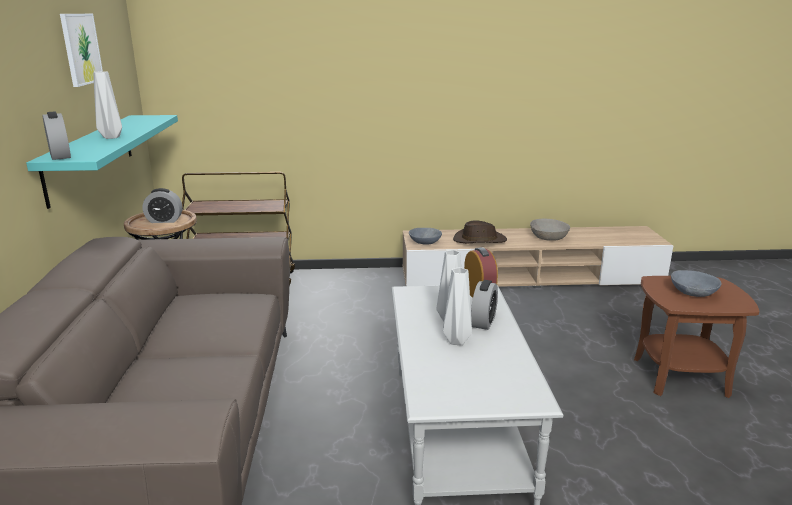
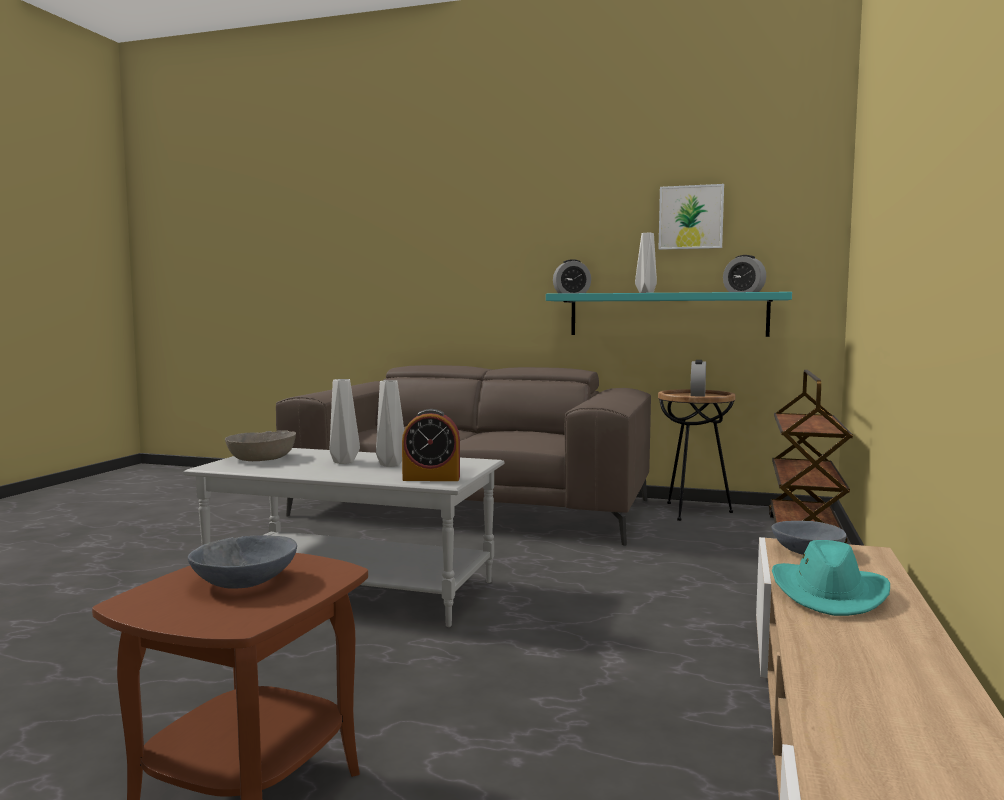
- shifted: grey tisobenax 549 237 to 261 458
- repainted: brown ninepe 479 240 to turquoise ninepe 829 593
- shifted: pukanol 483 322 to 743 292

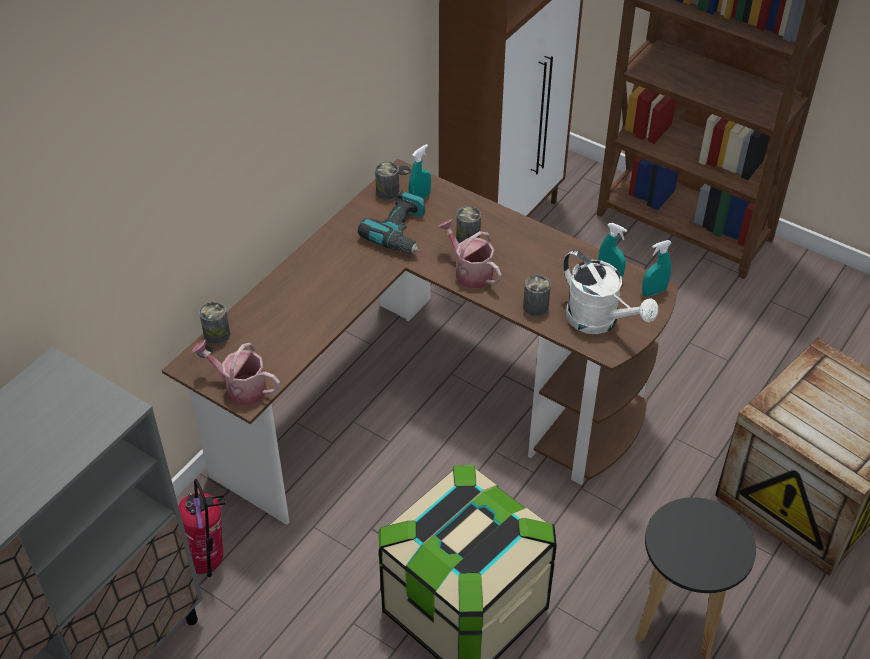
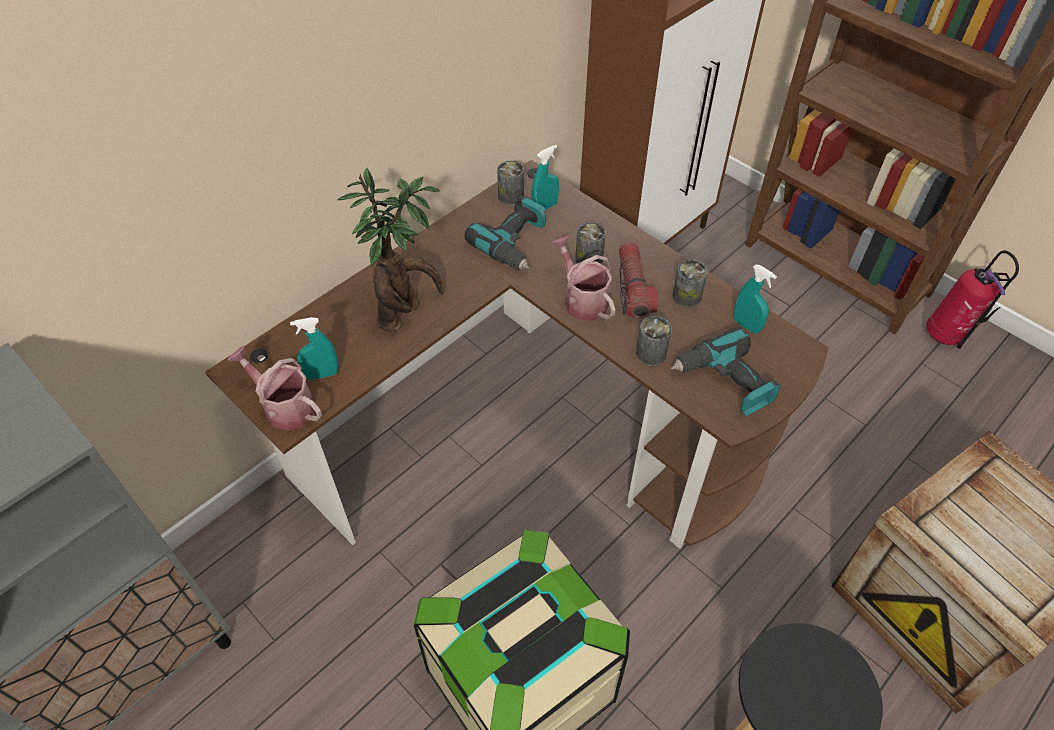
- shifted: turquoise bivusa 653 292 to 322 374
- swapped: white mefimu 599 321 to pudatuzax 725 382
- shifted: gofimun 217 335 to 686 297
- shifted: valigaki 207 561 to 946 337
- new: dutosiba 405 311
- new: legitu 633 288

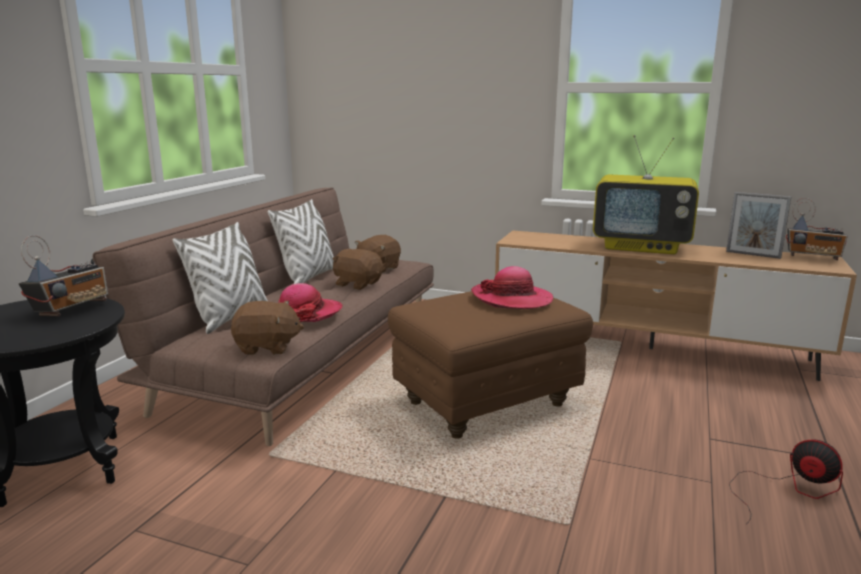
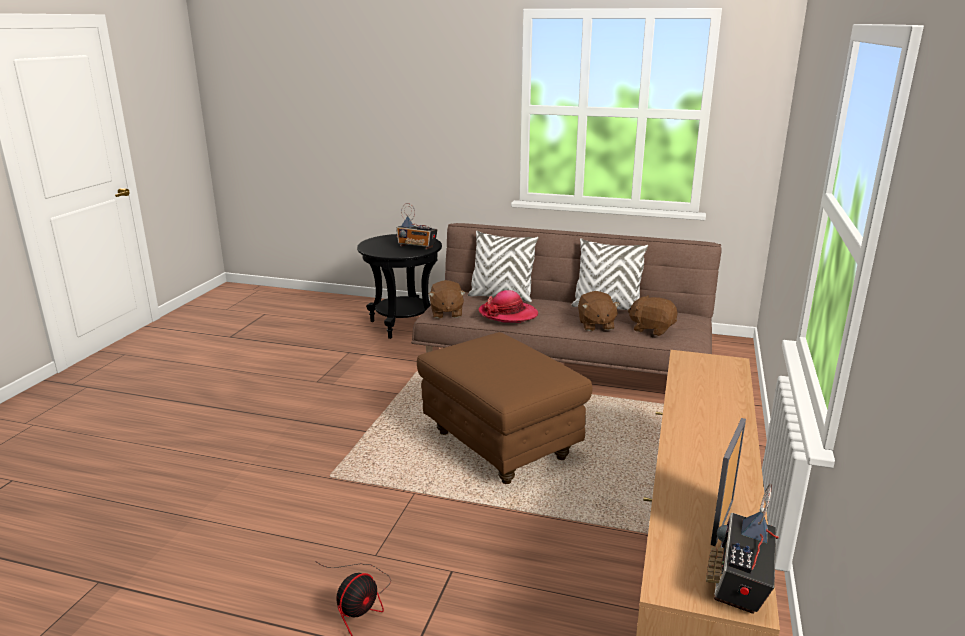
- gone: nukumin 642 247
- rotated: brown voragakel 357 284 = 595 325 150 degrees clockwise
- gone: ninepe 512 299

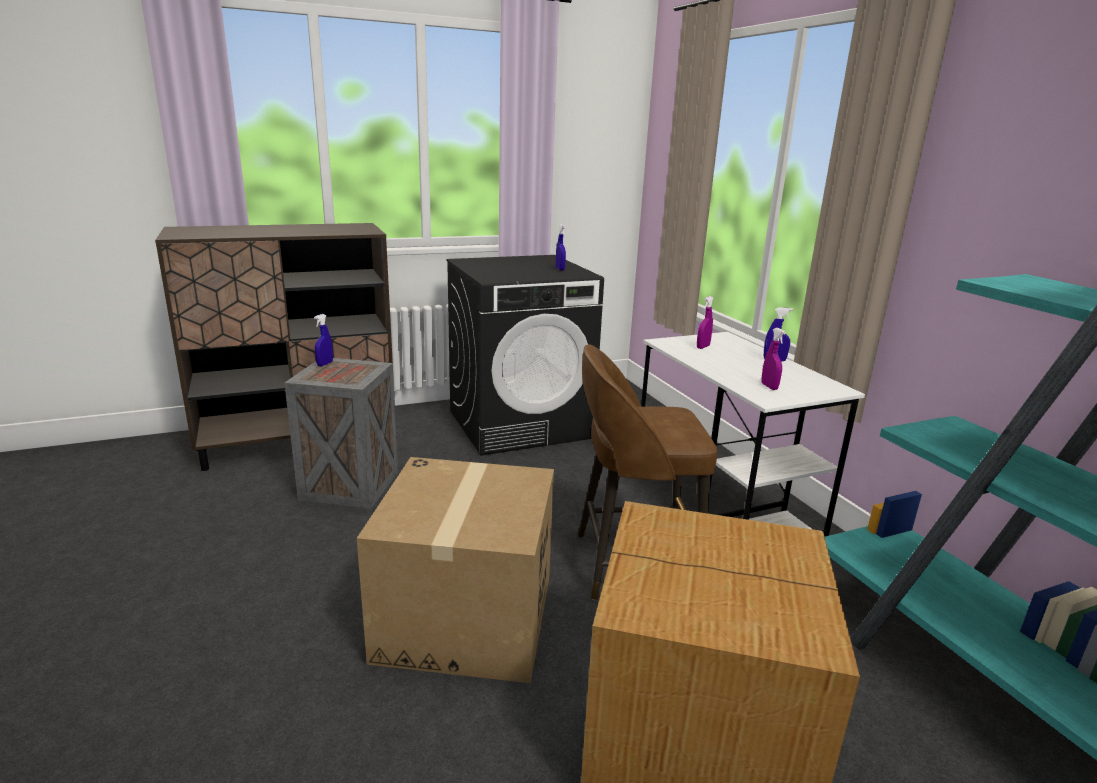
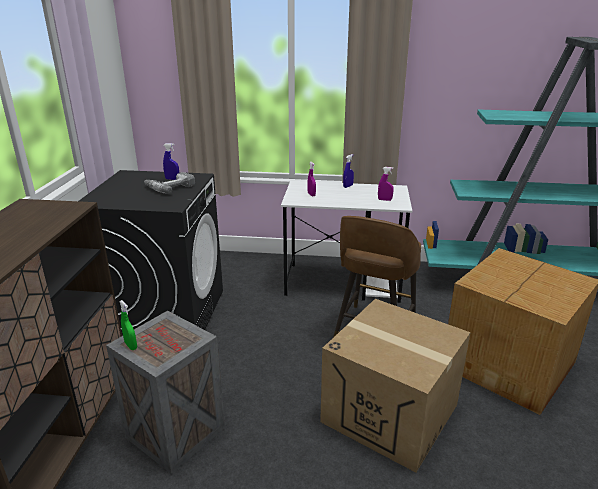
- repainted: blue bivusa 325 364 to green bivusa 131 346
- new: pudatuzax 169 187

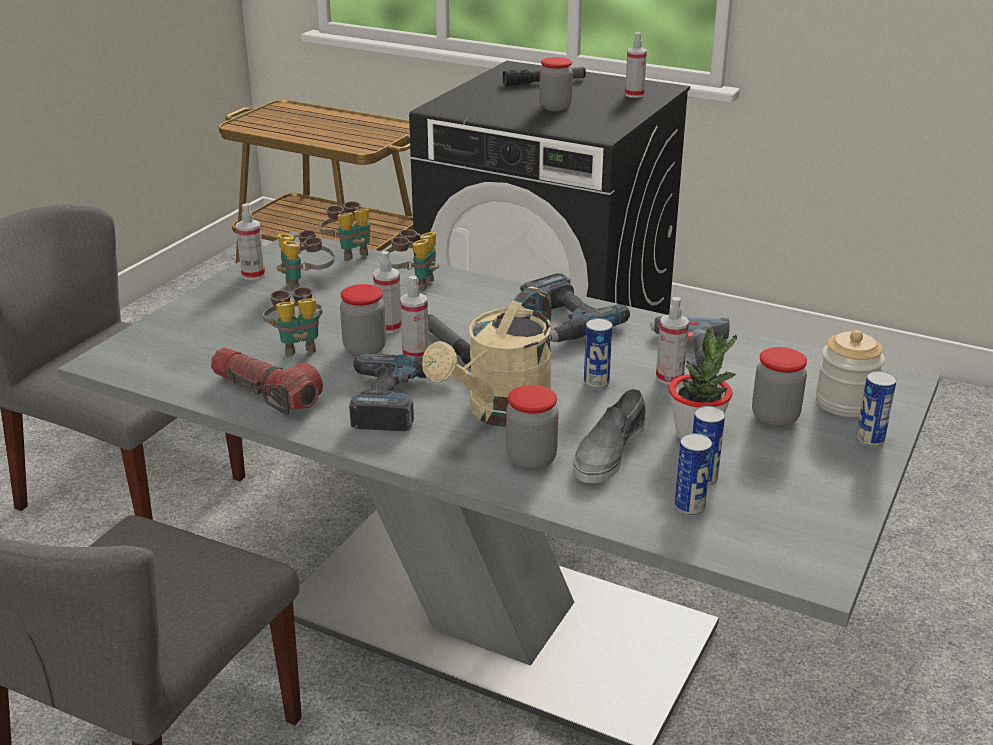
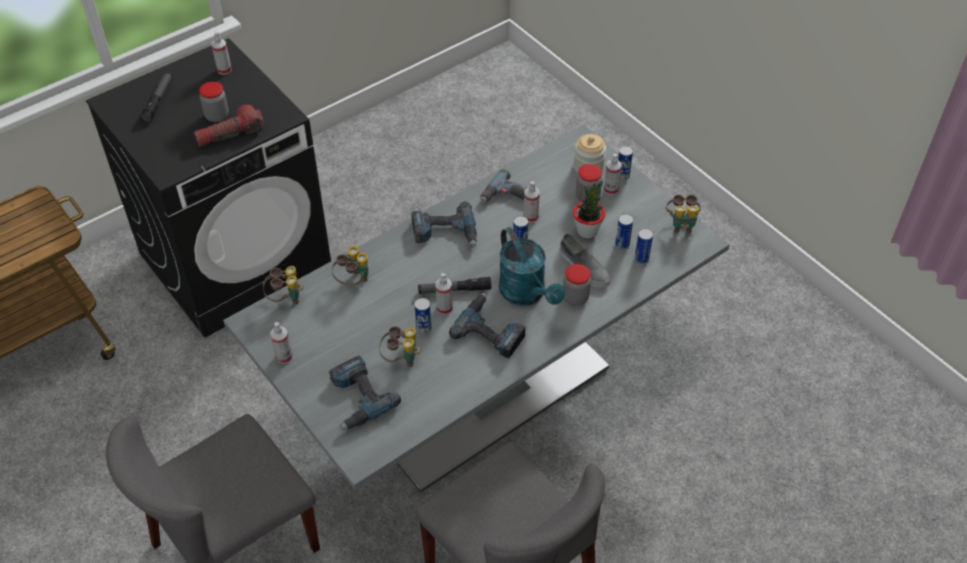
- shifted: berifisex 307 285 to 681 224
- shifted: bivusa 389 327 to 611 189
- swapped: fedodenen 365 349 to gofimun 423 328
- repainted: beige mefimu 500 413 to turquoise mefimu 527 294
- shifted: legitu 266 393 to 230 135
- new: pudatuzax 357 398

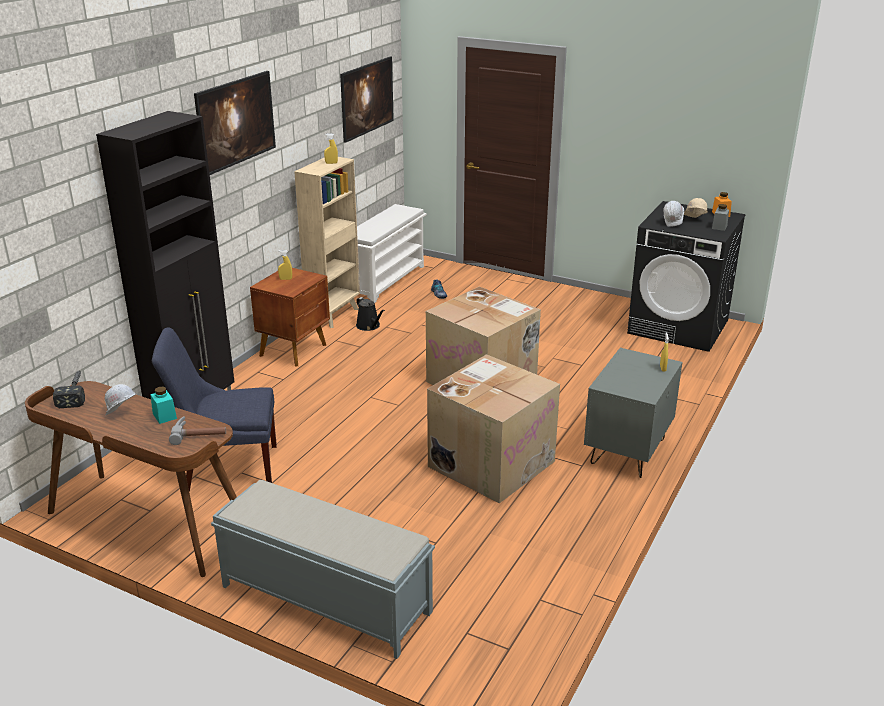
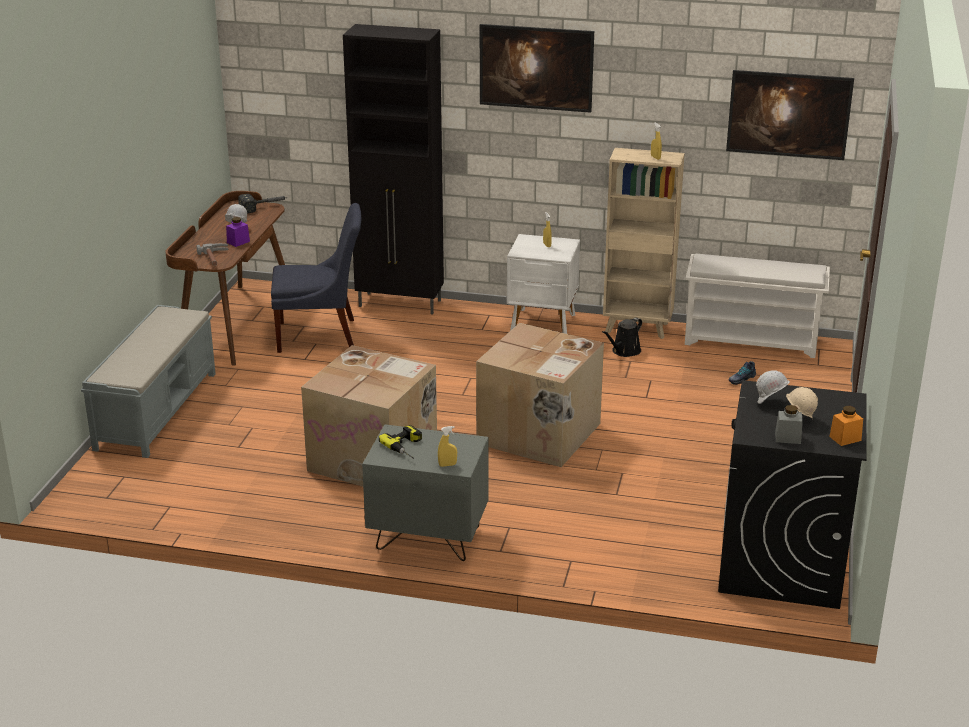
- repainted: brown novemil 294 350 to white novemil 543 323
- rotated: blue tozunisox 226 467 = 321 336 105 degrees clockwise
- repainted: turquoise fedodenen 164 416 to purple fedodenen 238 242
- new: pudatuzax 408 447

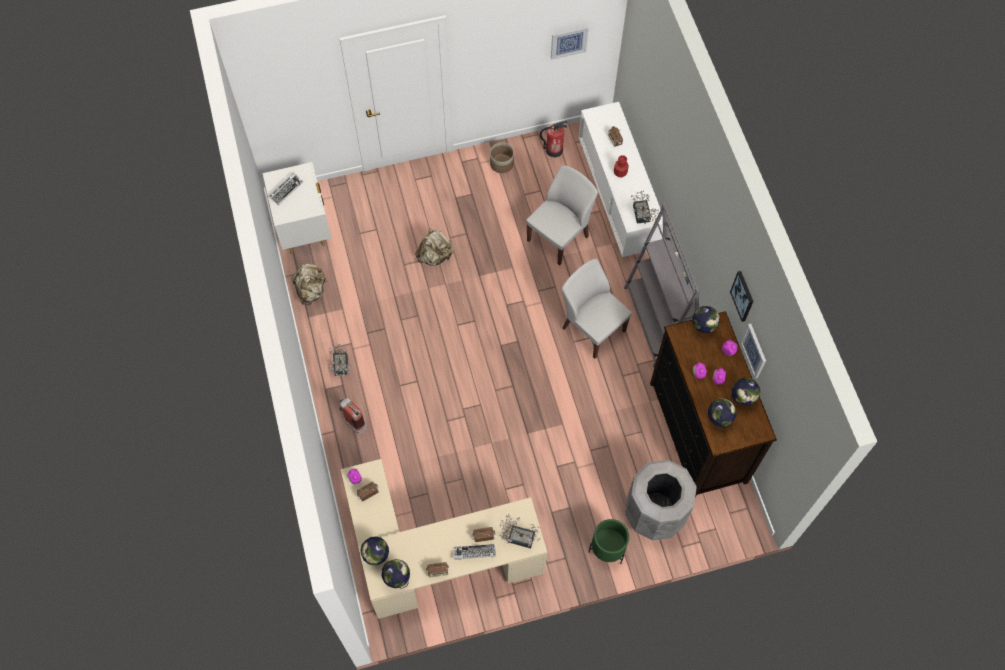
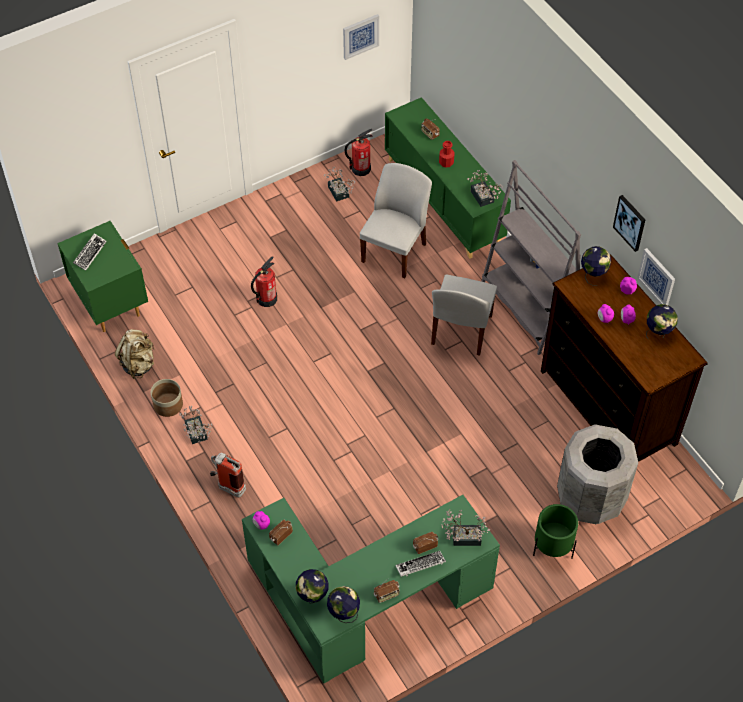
- repainted: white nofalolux 617 198 to green nofalolux 444 201
- shifted: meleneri 502 164 to 168 405
- repainted: white novemil 304 230 to green novemil 111 305
- swapped: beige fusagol 435 256 to valigaki 266 299
- rotated: white tozunisox 592 328 = 461 331 105 degrees counterclockwise
- gone: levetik 718 420
- repainted: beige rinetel 433 558 to green rinetel 364 605
- new: dutosiba 339 194

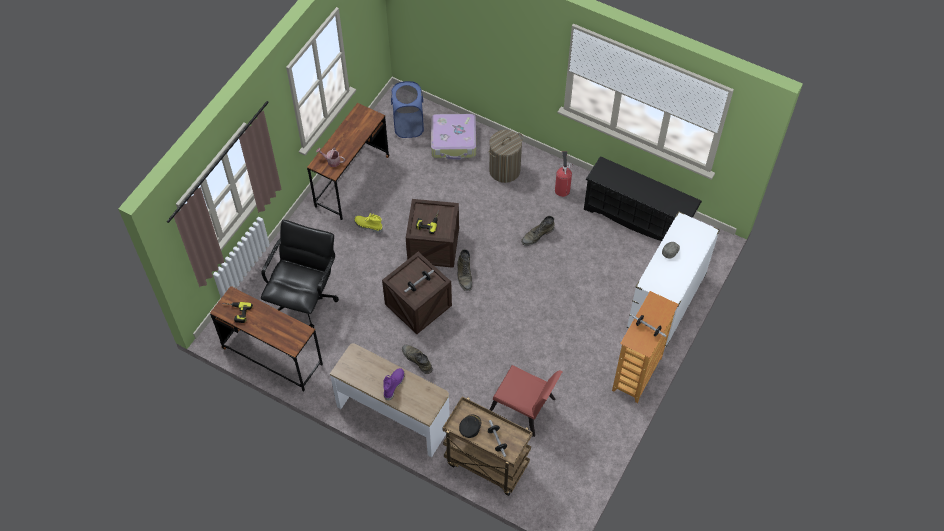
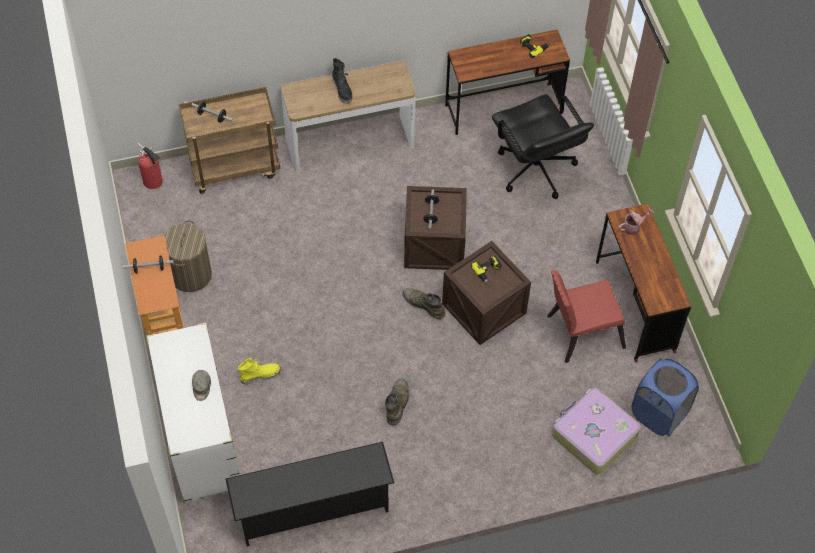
- shifted: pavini 504 170 to 190 274
- shifted: valigaki 562 189 to 154 182
- shifted: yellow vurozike 368 226 to 260 375
- gone: green vurozike 417 360
- shifted: red tozunisox 525 409 to 580 332
- repainted: purple vurozike 393 385 to black vurozike 342 90
- gone: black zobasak 470 426

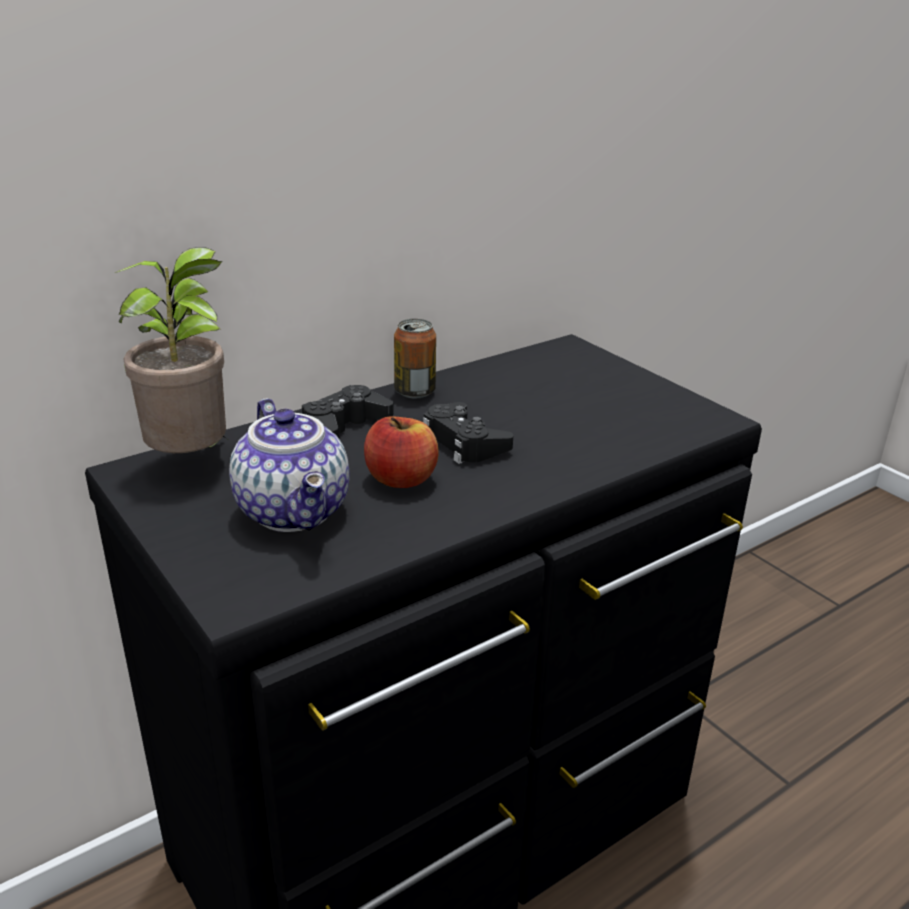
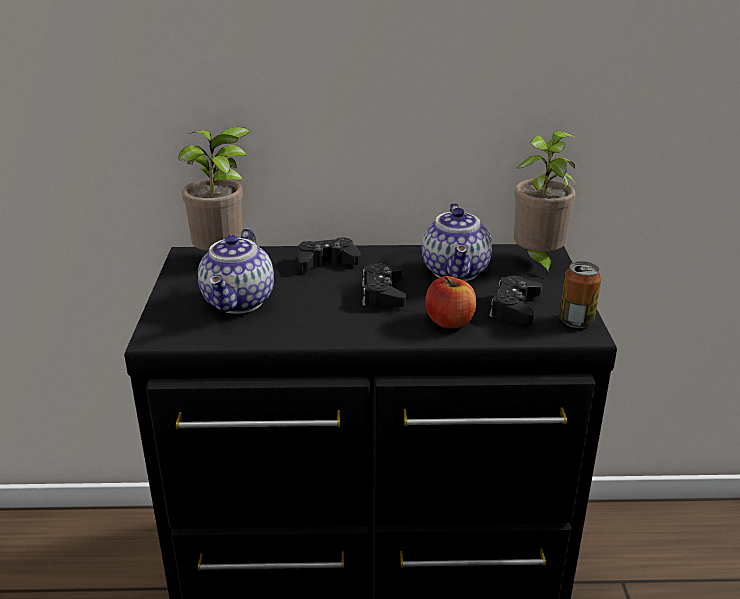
- shifted: gofimun 415 392 to 576 321
- shifted: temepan 401 479 to 450 322
- new: dutosiba 537 262
- new: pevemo 457 272
- new: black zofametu 515 308

